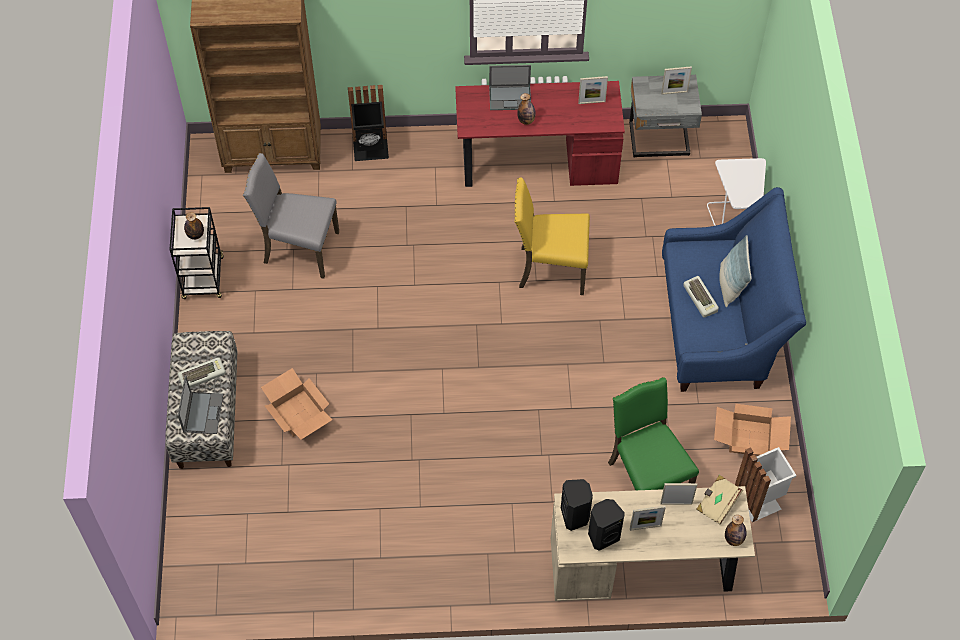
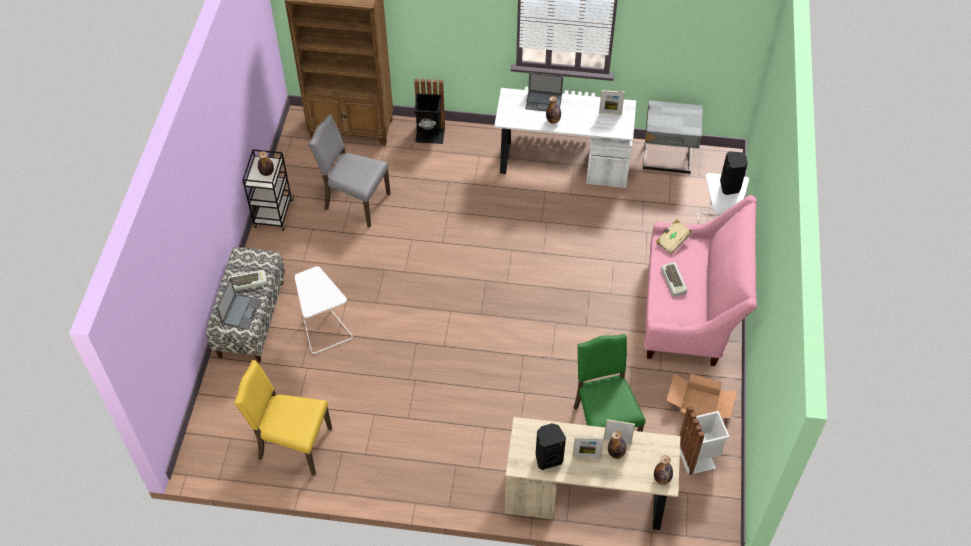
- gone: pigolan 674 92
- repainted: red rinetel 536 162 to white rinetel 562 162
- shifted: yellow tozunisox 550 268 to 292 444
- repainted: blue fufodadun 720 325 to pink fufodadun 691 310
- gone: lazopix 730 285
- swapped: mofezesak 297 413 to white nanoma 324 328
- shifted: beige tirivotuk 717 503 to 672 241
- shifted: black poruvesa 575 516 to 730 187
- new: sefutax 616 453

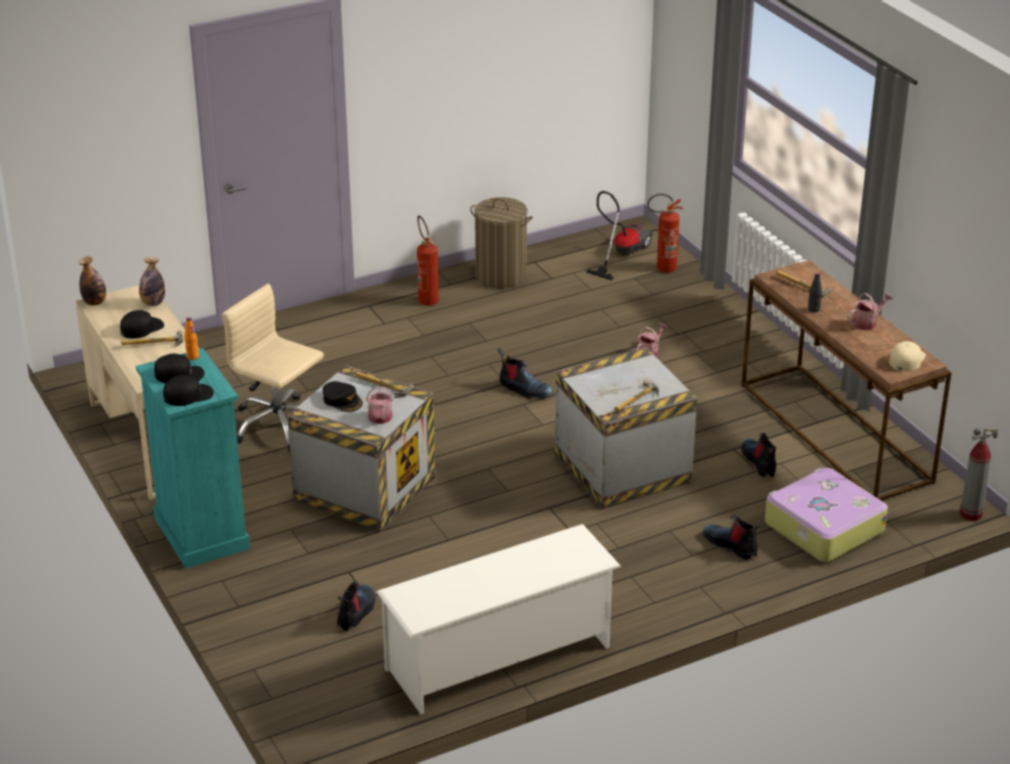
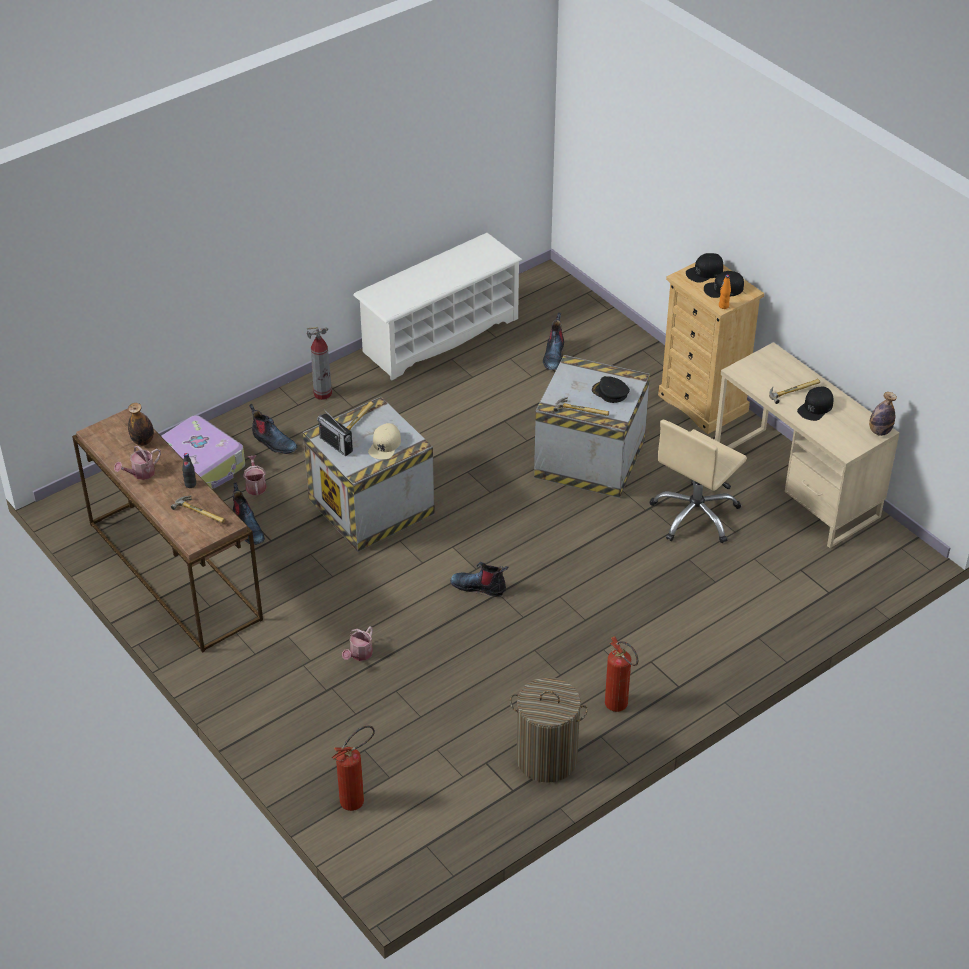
- gone: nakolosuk 621 253
- shifted: sefutax 153 303 to 143 441
- rotated: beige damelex 278 425 = 695 515 105 degrees clockwise
- shifted: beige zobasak 906 359 to 385 445
- repainted: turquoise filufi 201 533 to beige filufi 703 403
- shifted: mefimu 380 419 to 255 485
- shifted: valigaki 970 514 to 323 393
- new: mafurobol 336 444

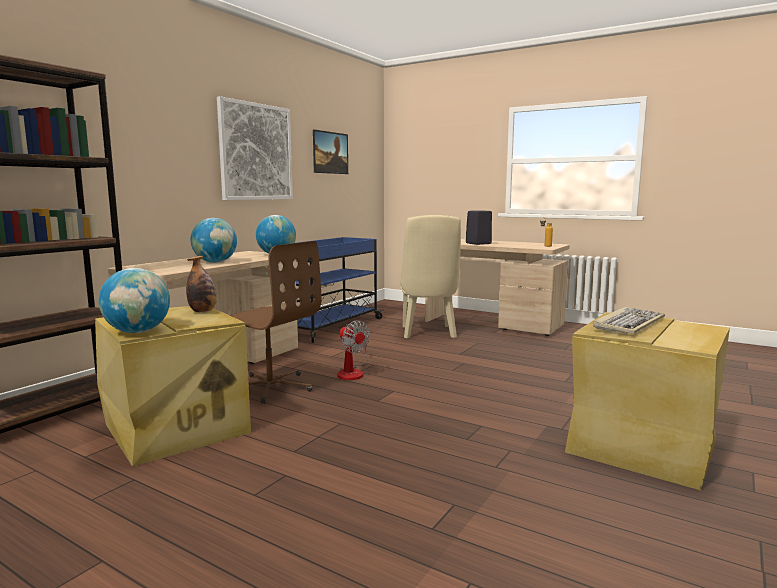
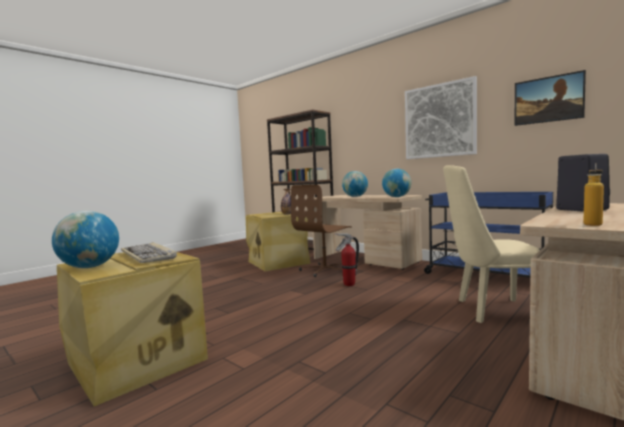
- shifted: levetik 138 332 to 89 267
- swapped: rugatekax 353 372 to valigaki 348 284

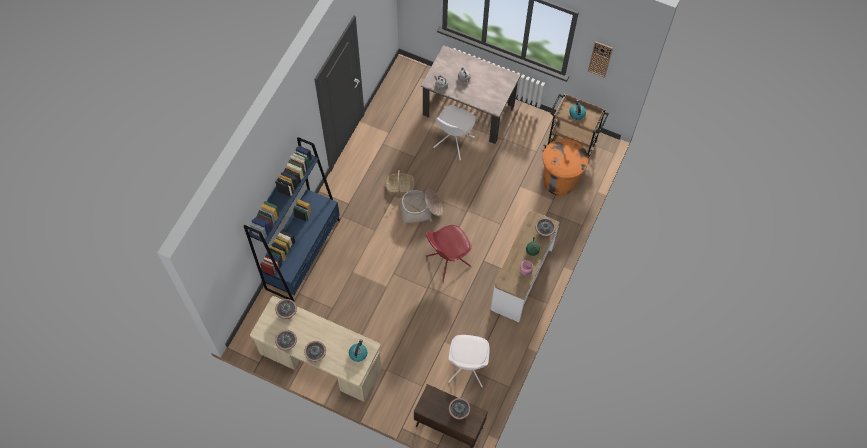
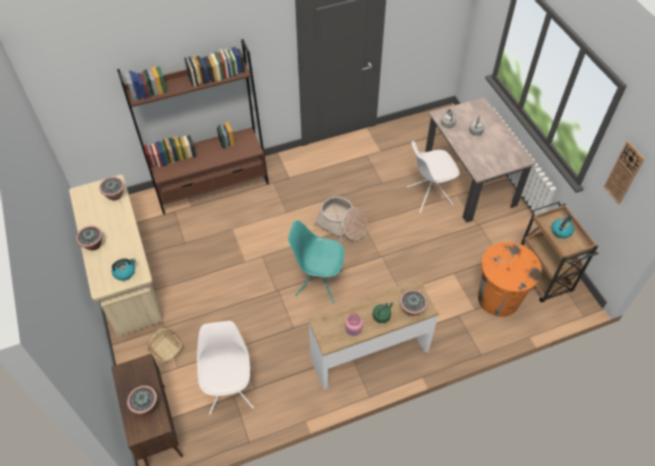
- repainted: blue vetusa 303 253 to brown vetusa 212 186
- shifted: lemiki 400 186 to 164 348
- repainted: red tozunisox 447 261 to turquoise tozunisox 318 283
- gone: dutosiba 287 344
- rotated: white tozunisox 467 369 = 230 389 120 degrees clockwise

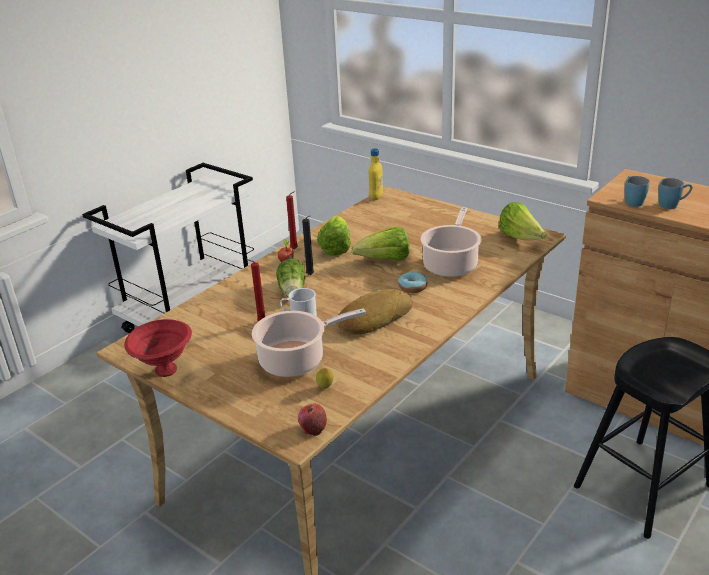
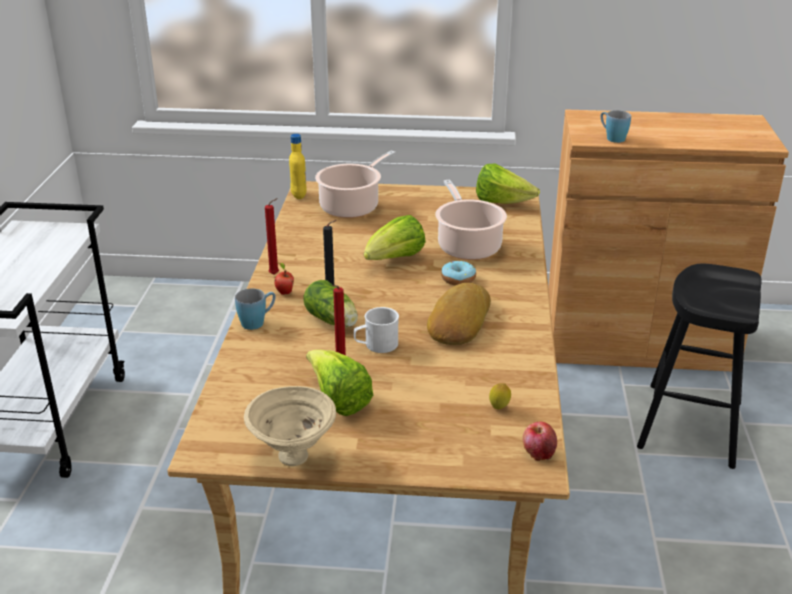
- shifted: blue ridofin 672 205 to 257 321
- shifted: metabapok 335 248 to 338 400
- shifted: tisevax 296 360 to 352 206
- repainted: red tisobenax 165 371 to beige tisobenax 294 458

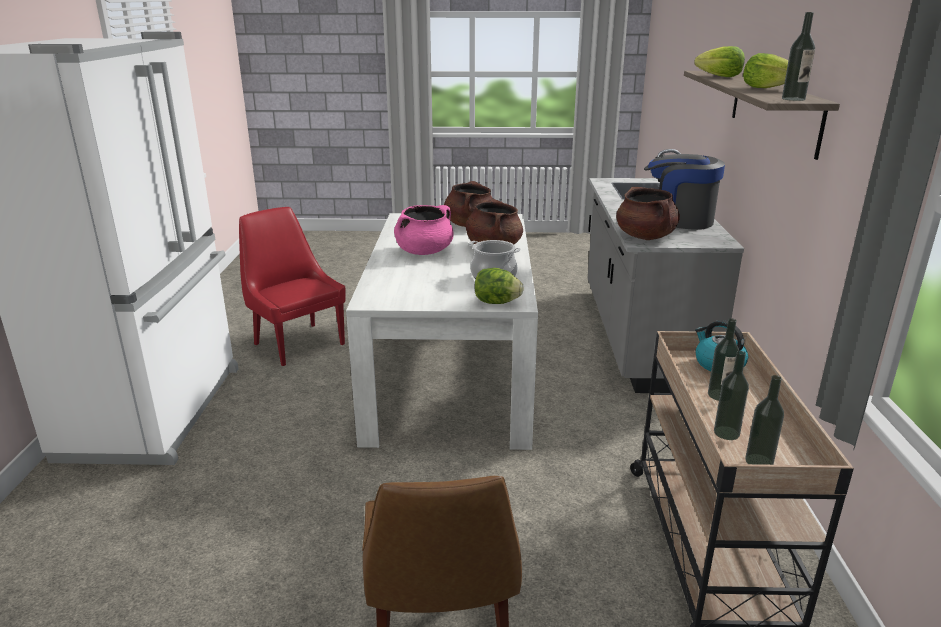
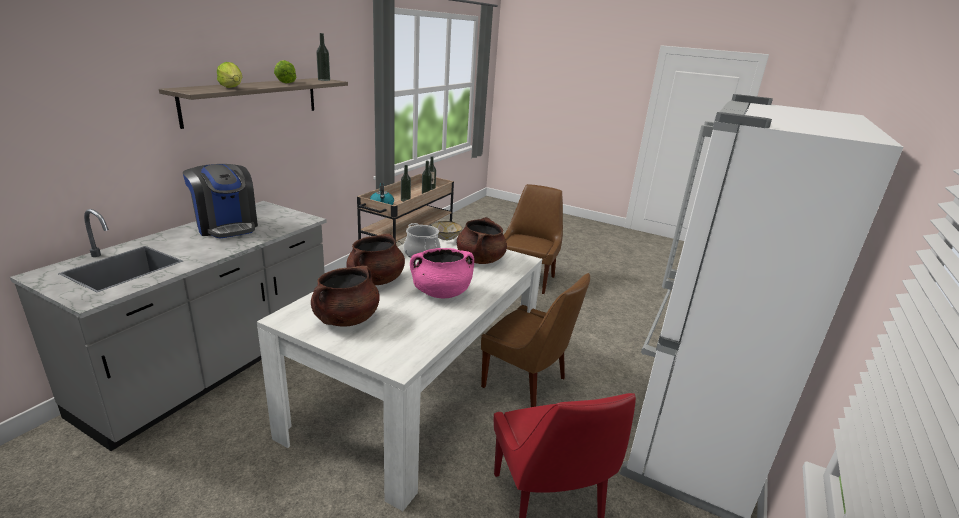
- shifted: brown tisevax 645 237 to 480 259
- swapped: metabapok 496 302 to tisobenax 446 238
- new: brown tozunisox 527 384

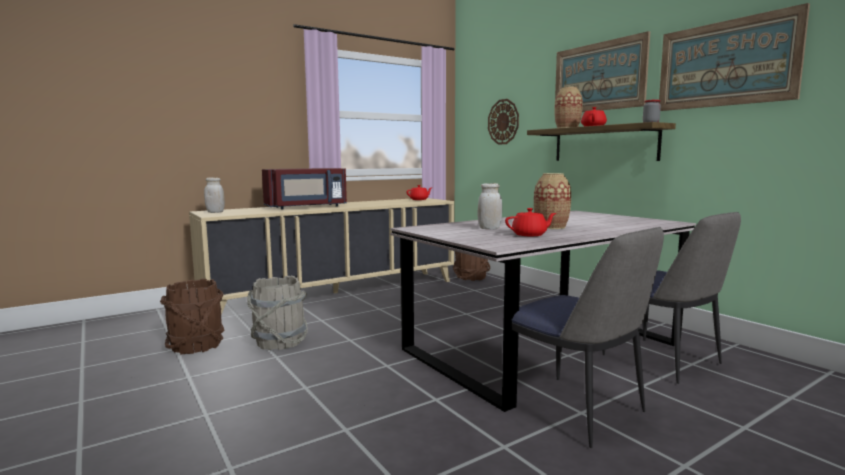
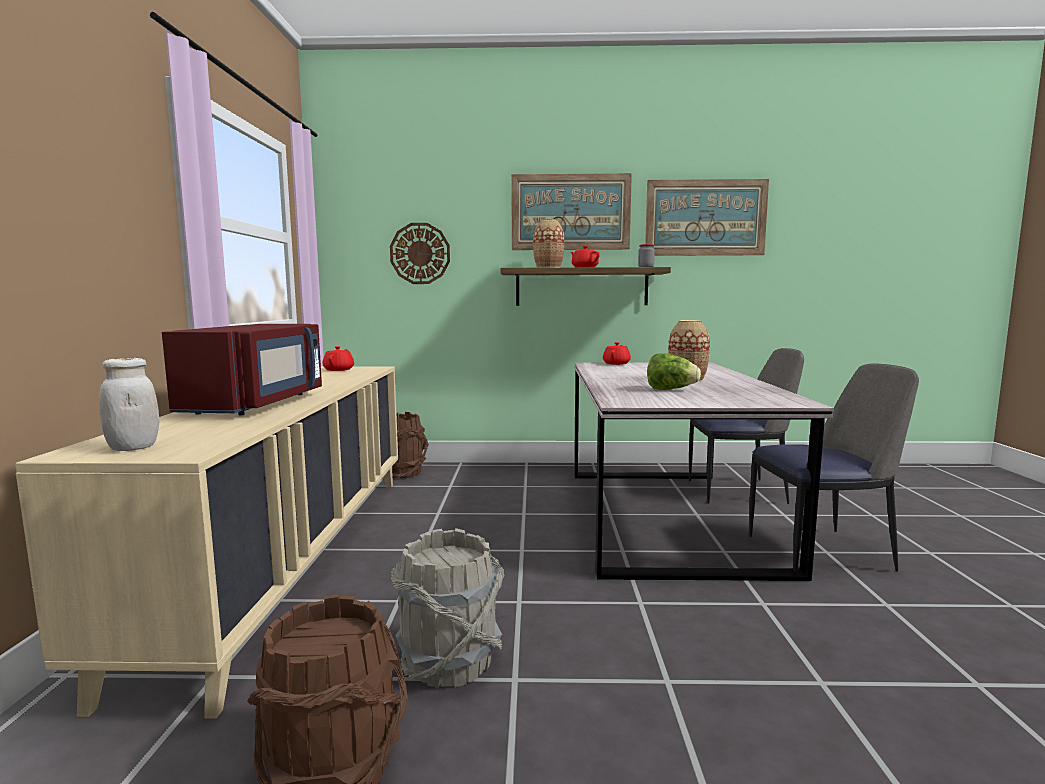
- swapped: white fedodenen 489 228 to metabapok 670 389
- shifted: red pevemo 530 235 to 616 363

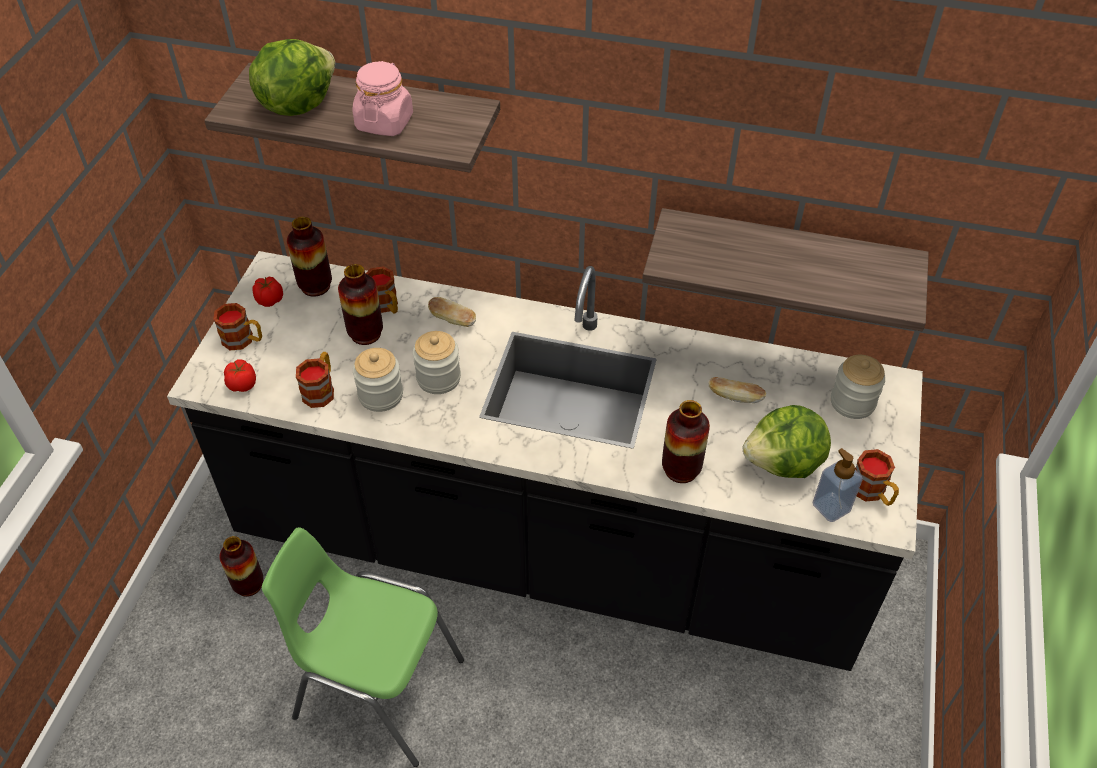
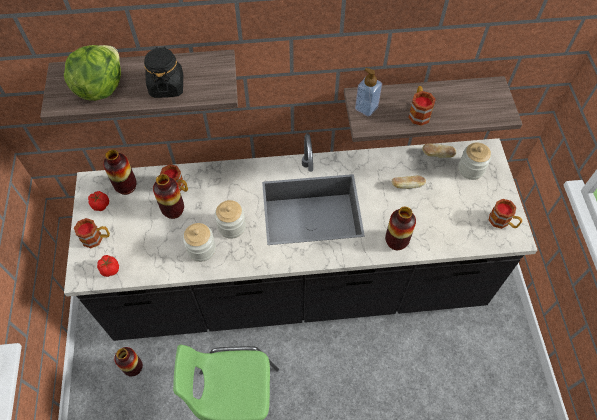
- repainted: pink fedodenen 384 122 to black fedodenen 167 86
- shifted: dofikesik 452 320 to 437 155
- shifted: ridofin 321 389 to 418 112
- gone: metabapok 784 464
- shifted: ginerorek 831 507 to 366 108

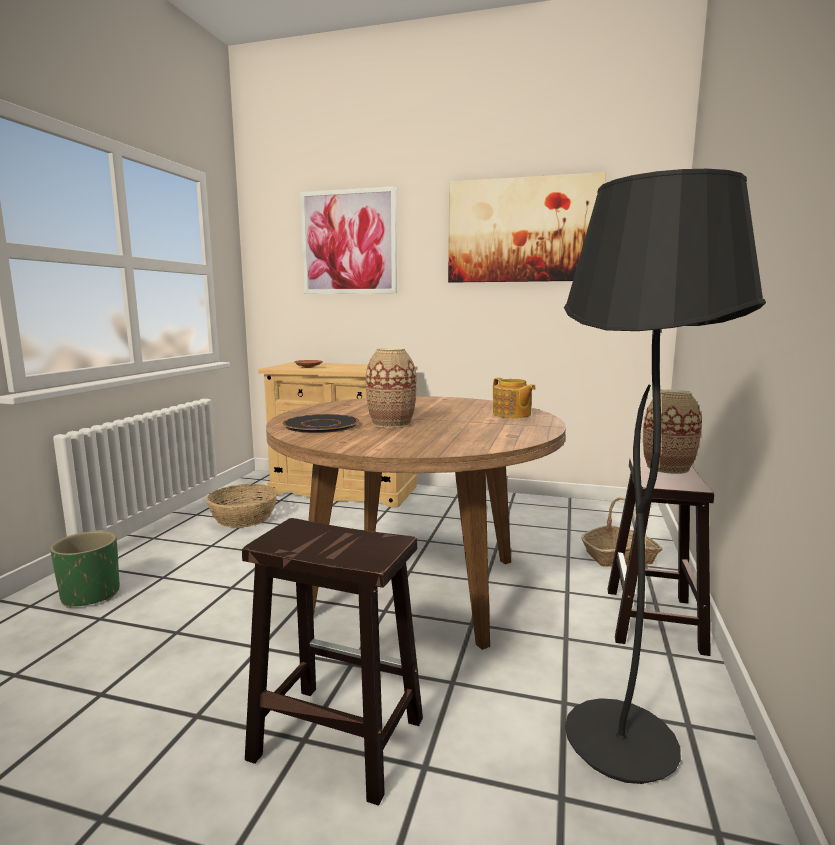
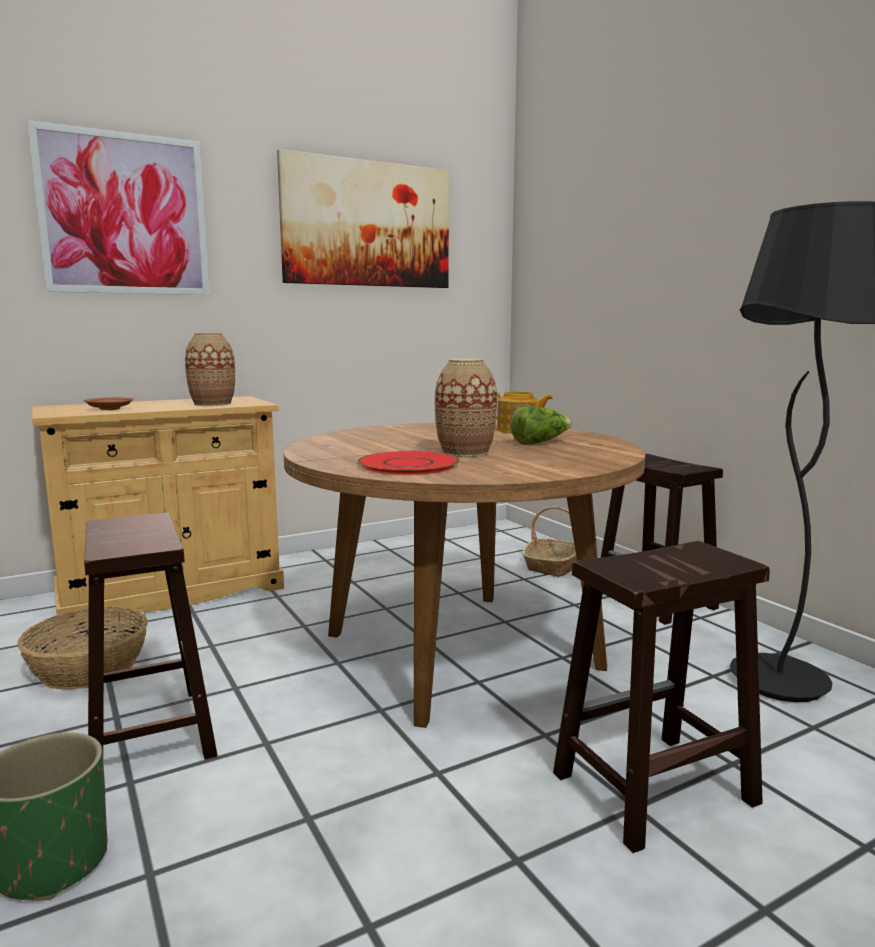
- shifted: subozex 667 468 to 212 404
- repainted: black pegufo 321 425 to red pegufo 407 465
- new: metabapok 539 443
- new: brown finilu 149 732

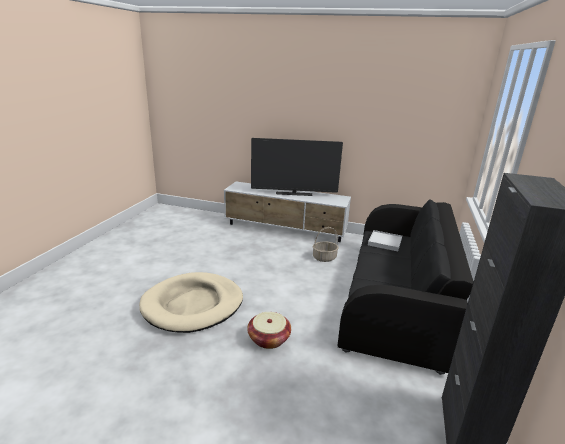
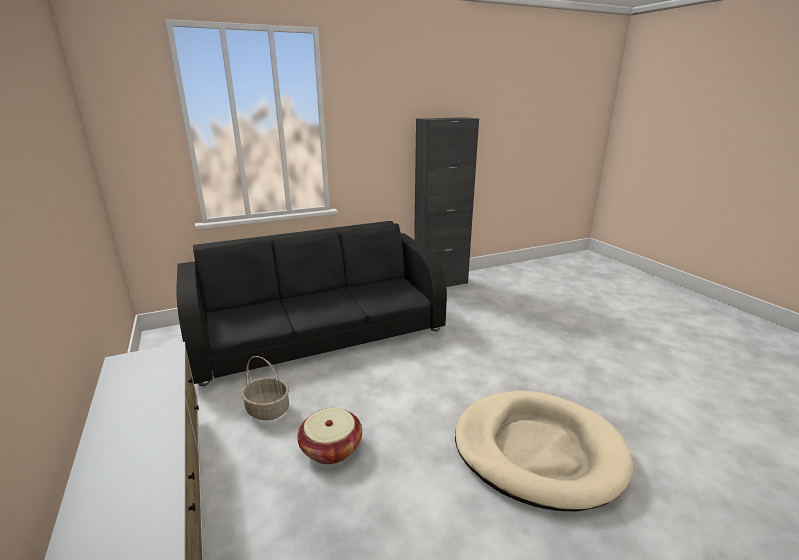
- gone: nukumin 294 194
- gone: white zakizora 385 242
- shifted: lemiki 269 339 to 331 448

